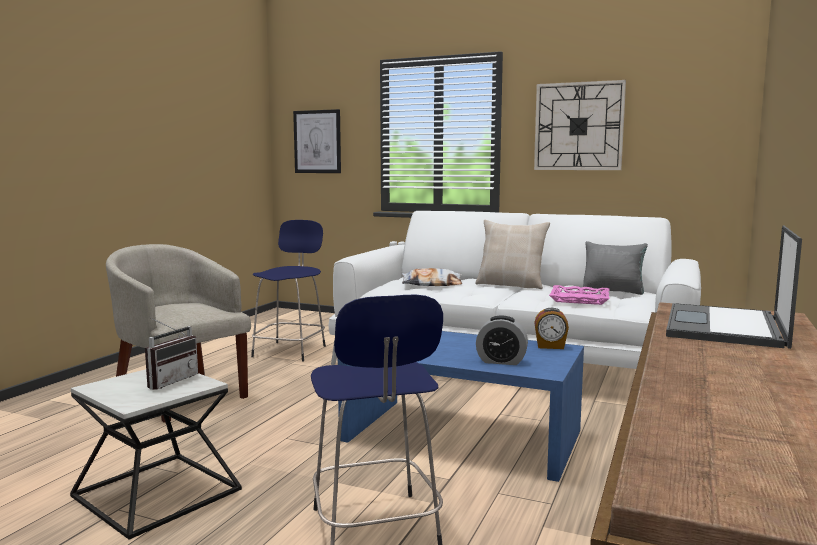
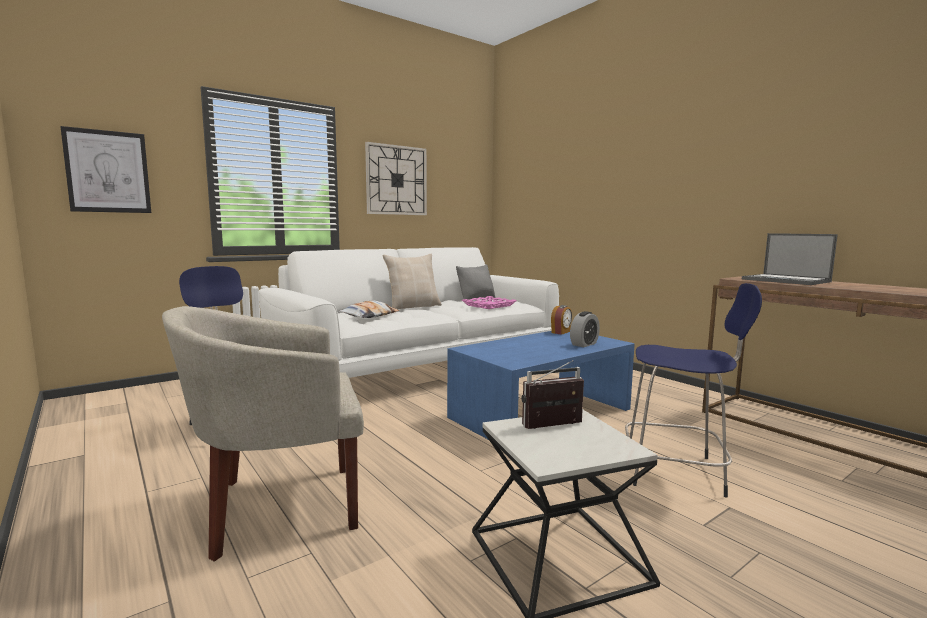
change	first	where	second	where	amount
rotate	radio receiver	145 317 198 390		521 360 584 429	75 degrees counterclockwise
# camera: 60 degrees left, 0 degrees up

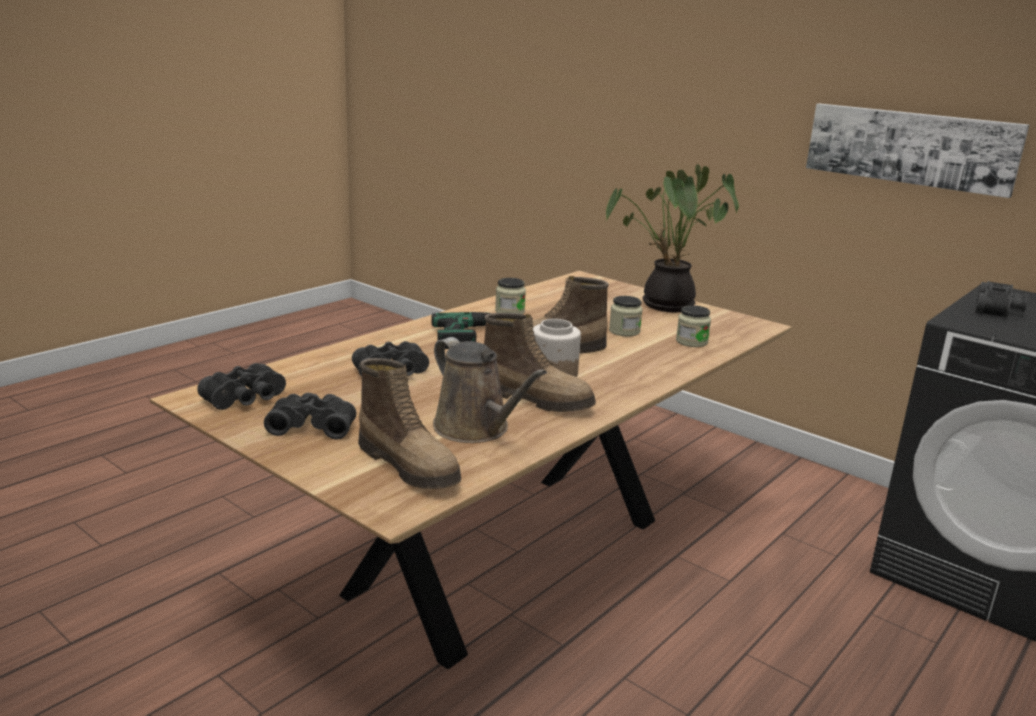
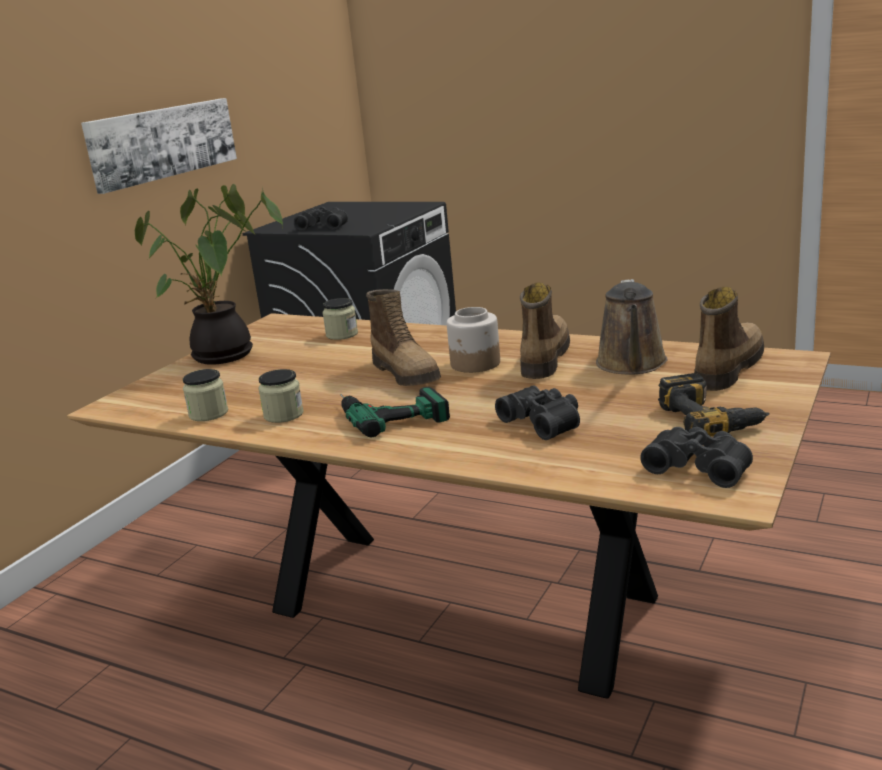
change	first	where	second	where	amount
move	jar	609 296 643 336		183 369 228 421	
rotate	brown-coloured sprinkling can	433 337 547 443		596 279 668 374	150 degrees clockwise
replace	black pair of binoculars	264 393 356 439	drill	658 373 770 436	
# camera: 100 degrees left, 0 degrees up

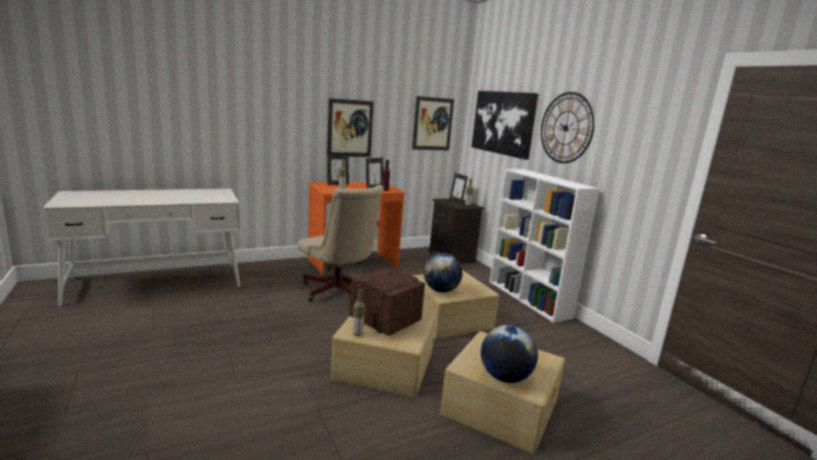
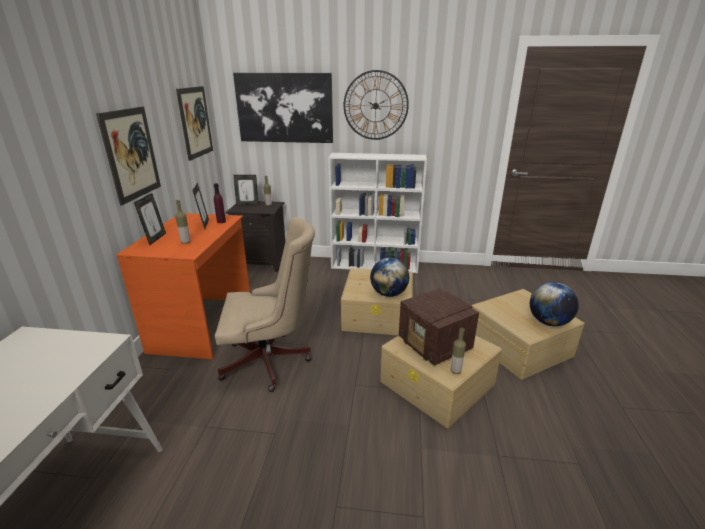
change	first	where	second	where	amount
rotate	radio receiver	350 268 425 336		399 288 479 365	105 degrees counterclockwise
# camera: 55 degrees left, 10 degrees up

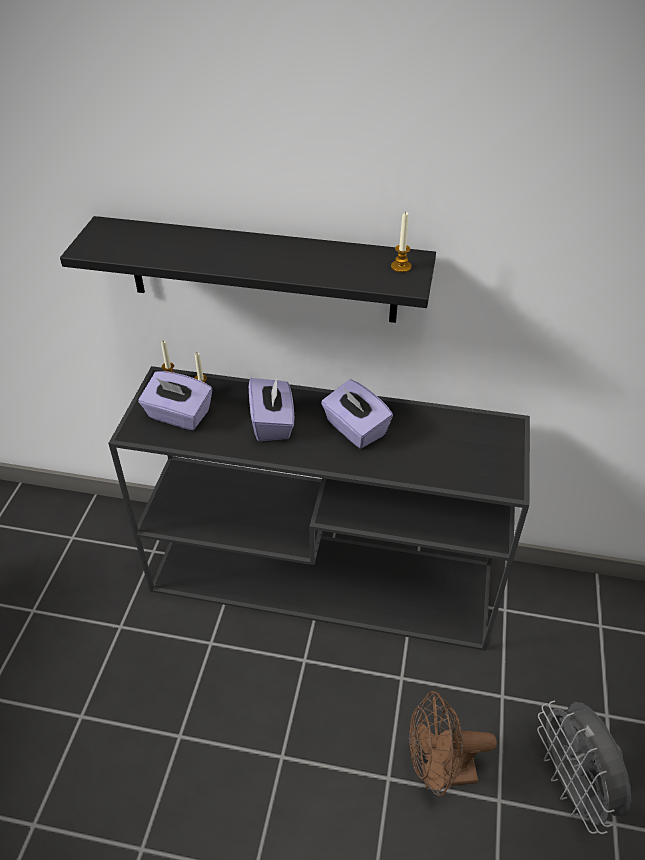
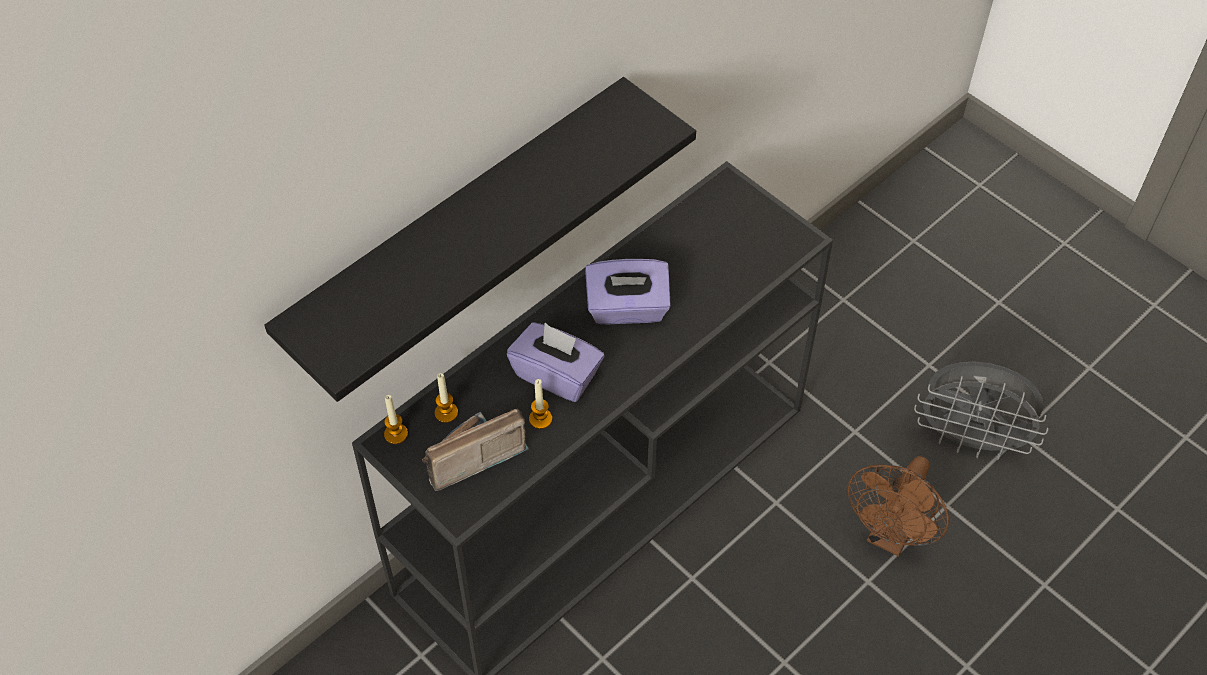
change	first	where	second	where	amount
replace	purplish tissue box	138 371 212 430	radio receiver	422 409 529 491	
move	wax candle	391 212 412 273		529 379 552 429	
# camera: 55 degrees left, 10 degrees up

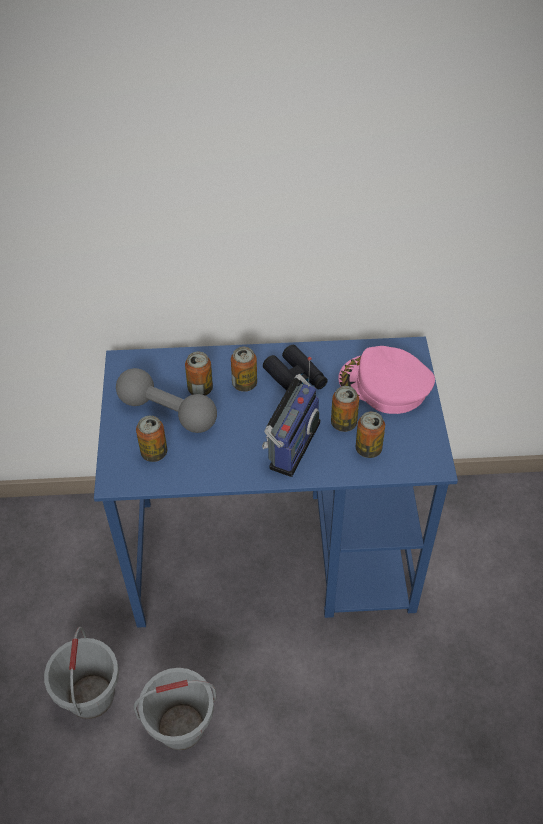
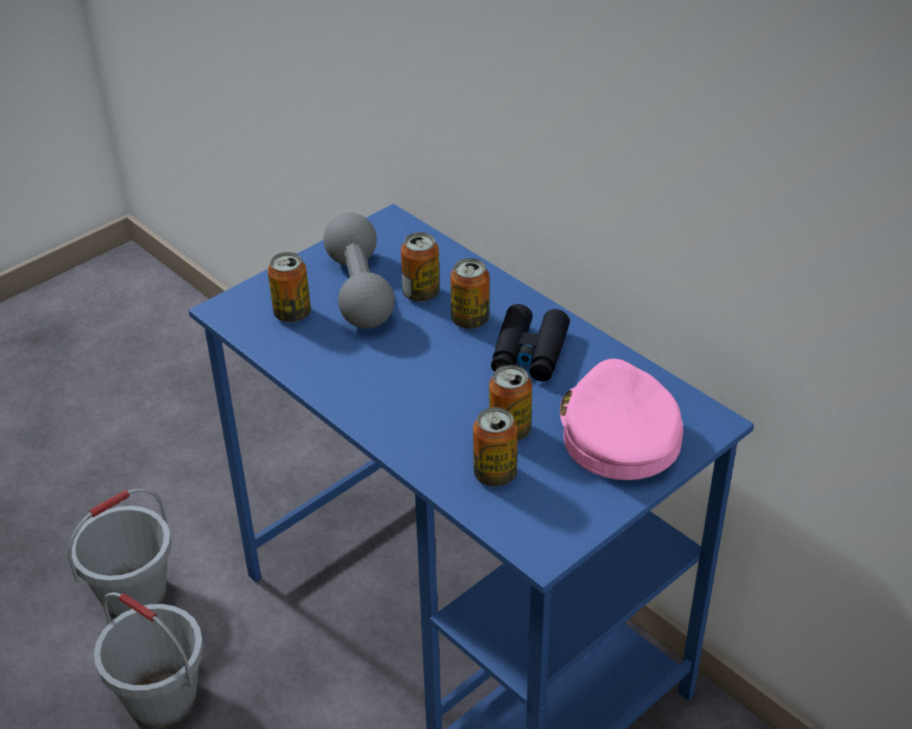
change	first	where	second	where	amount
delete	radio receiver	262 357 320 477			
# camera: 50 degrees right, 10 degrees down

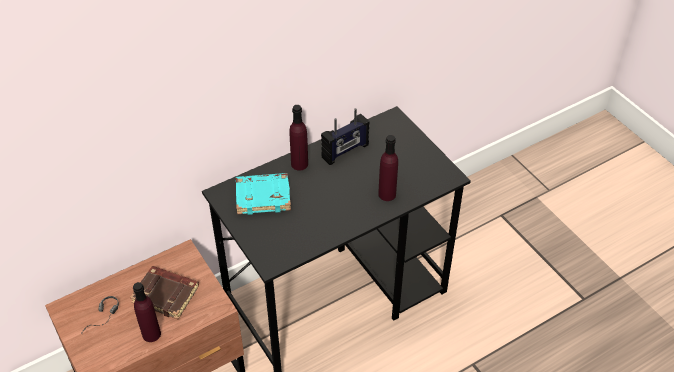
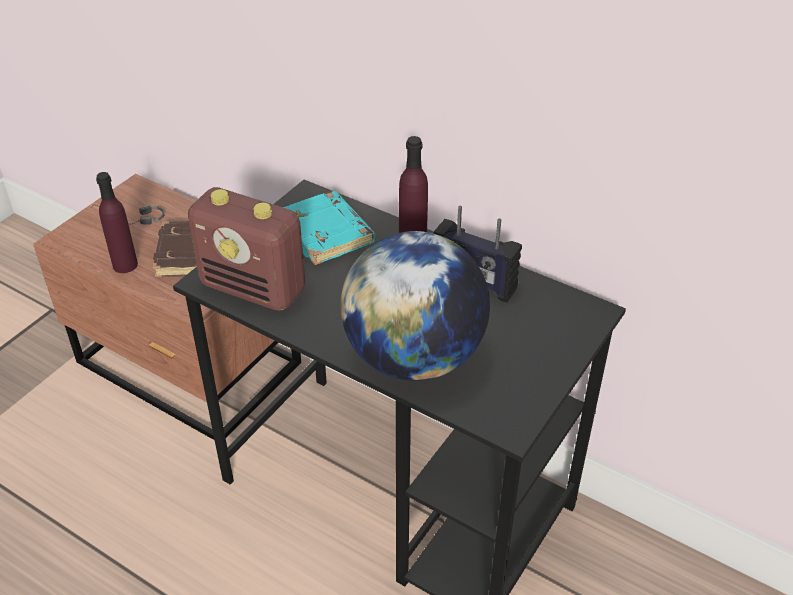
change	first	where	second	where	amount
insert			radio receiver	188 187 305 311	
replace	purplish beverage bottle	378 135 398 201	desk globe	340 231 490 381	
# camera: 65 degrees right, 5 degrees down

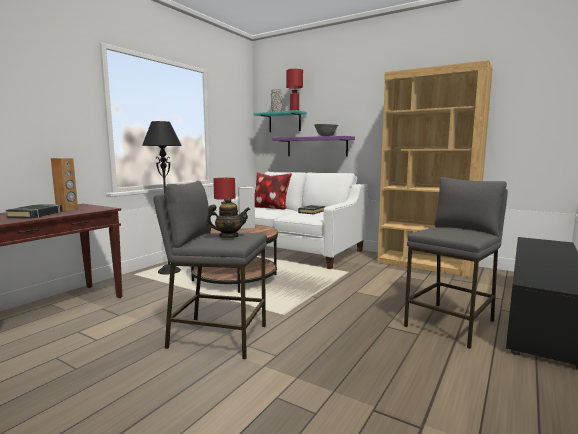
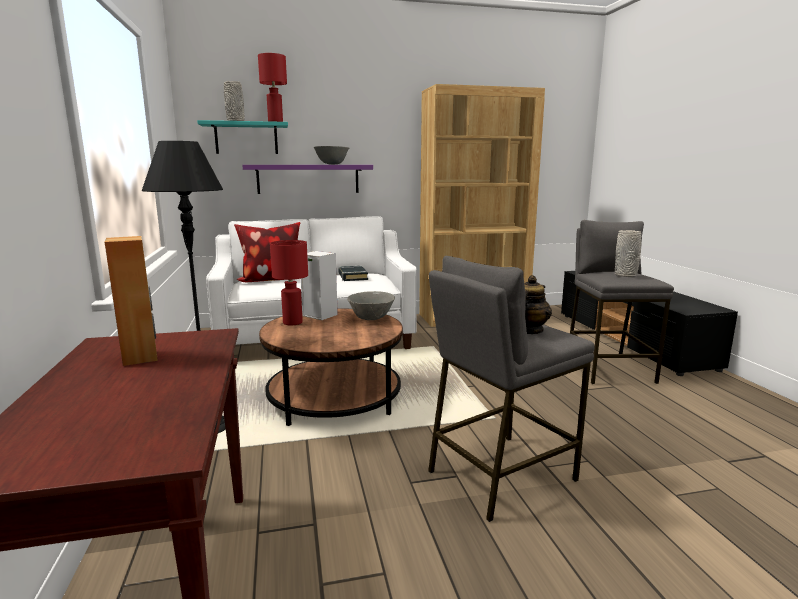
change	first	where	second	where	amount
insert			gray bowl	347 291 395 320	
insert			gray decorative vase	615 230 642 277	
delete	black volume	6 204 63 219			
# camera: 45 degrees left, 5 degrees up

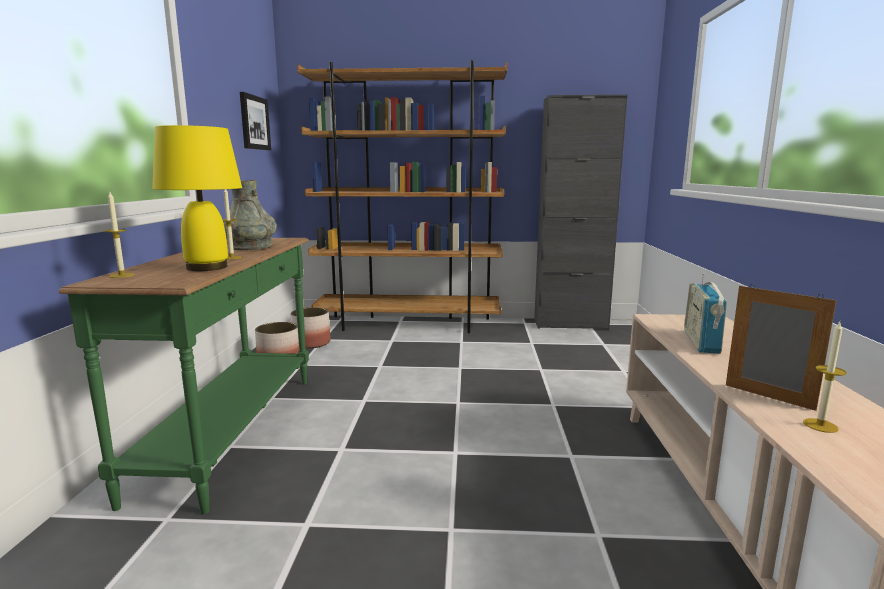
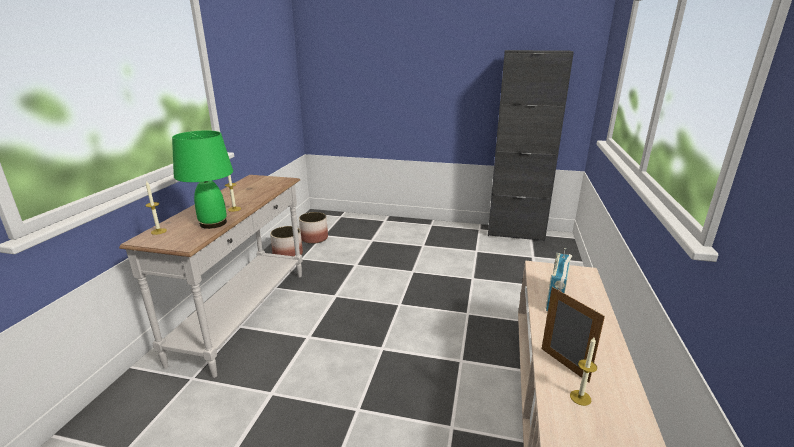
change	first	where	second	where	amount
recolor	green-coloured narrow table	59 238 309 514	white-coloured narrow table	119 175 303 378	
recolor	yellow-coloured lamp for a table	152 125 242 271	green-coloured lamp for a table	172 130 233 229	
delete	gray decorative vase	223 180 277 250			
delete	picture	240 92 271 150			
delete	brown-coloured bookshelf	297 60 508 333			
# camera: 10 degrees right, 10 degrees up

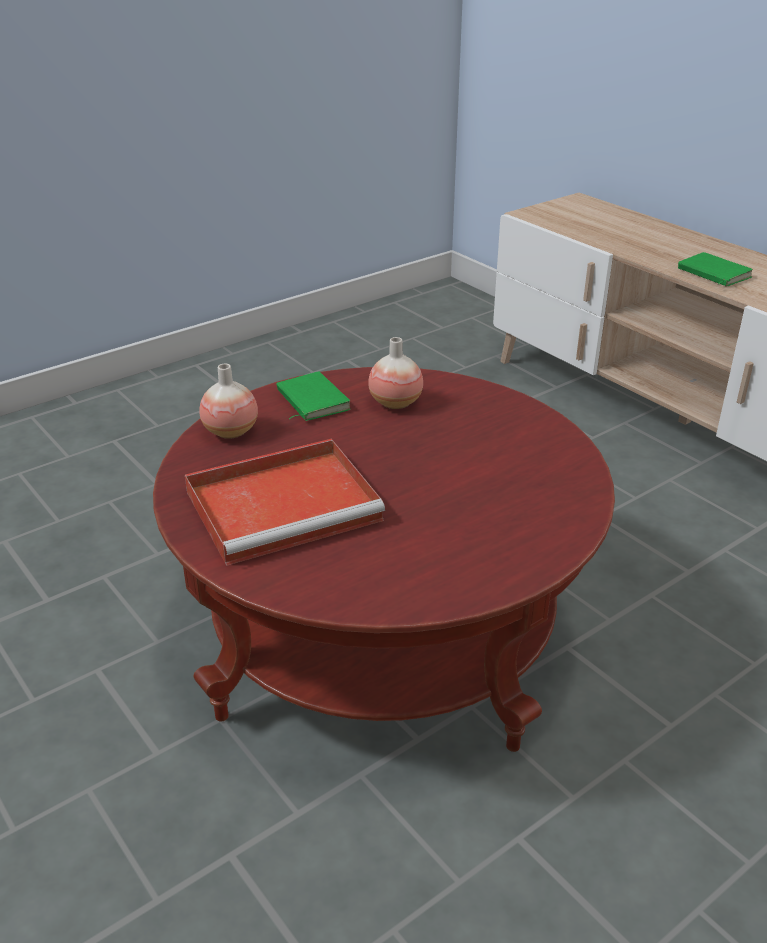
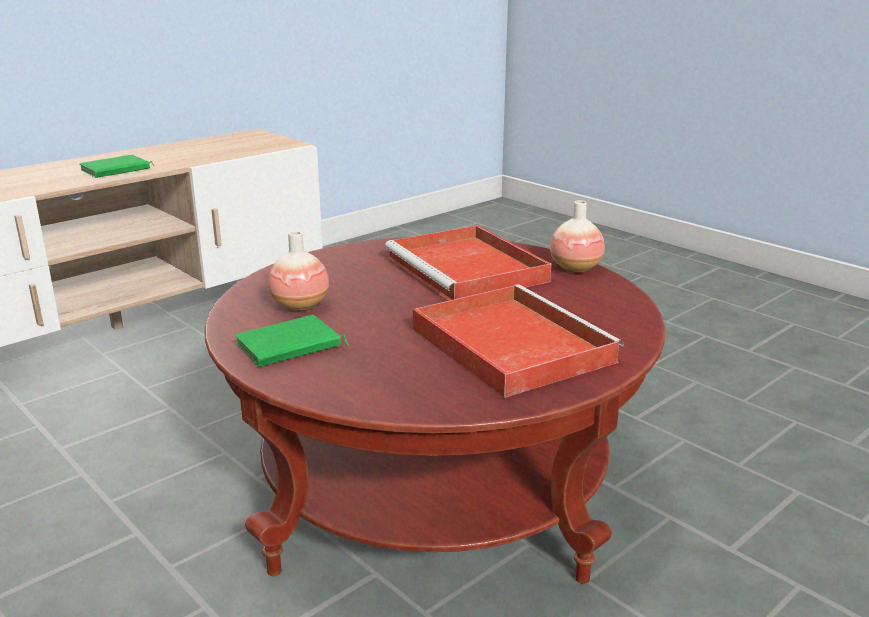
change	first	where	second	where	amount
insert			reddish serving tray	385 225 551 301	
move	decorative vase	199 364 258 439		550 200 605 273	
# camera: 95 degrees left, 10 degrees down

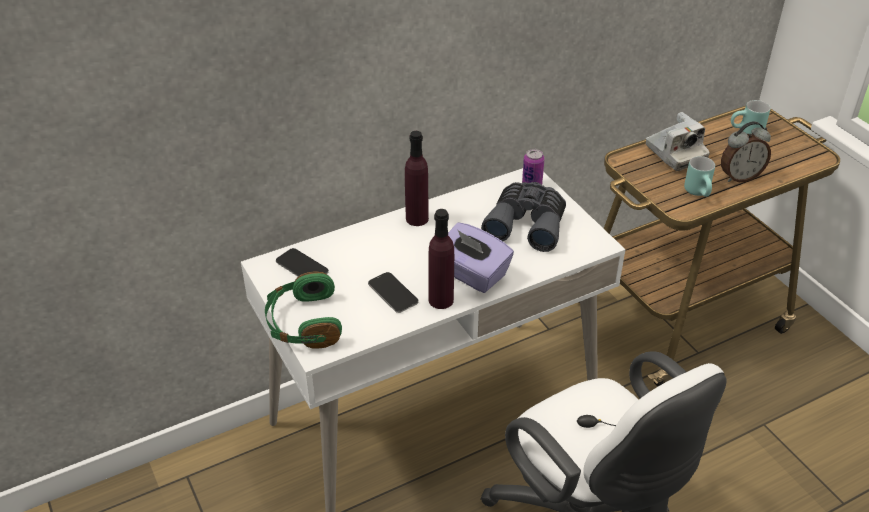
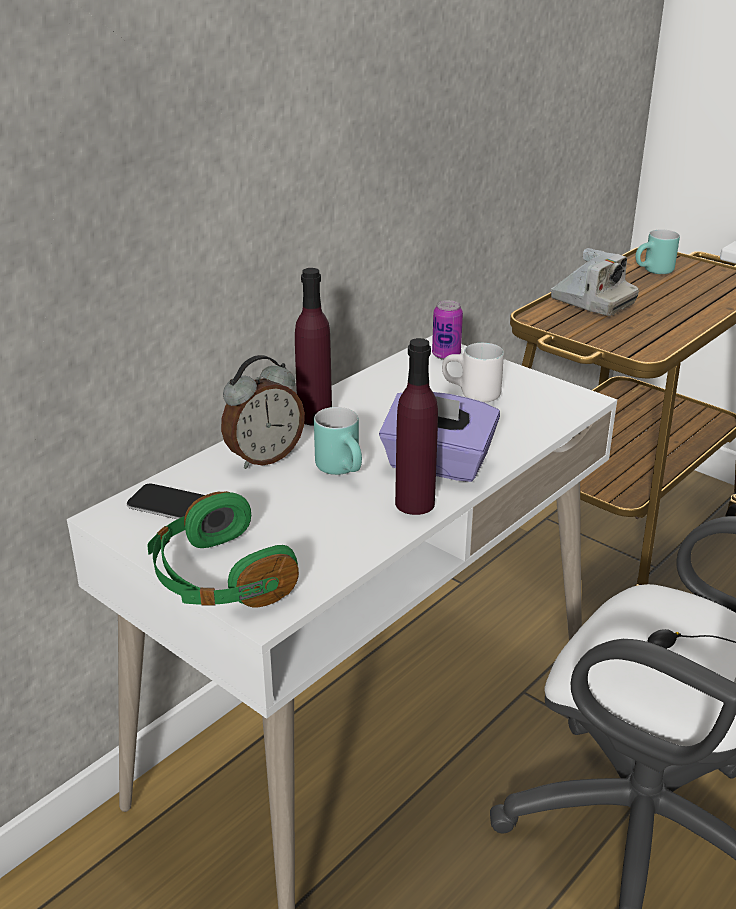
change	first	where	second	where	amount
move	alarm clock	721 122 771 182		221 355 305 469	
move	blue-green coffee mug	684 156 715 197		314 407 362 475	
replace	gray pair of binoculars	481 182 566 252	white-coloured coffee mug	442 343 504 402	
delete	telephone	368 272 419 313			
# camera: 20 degrees left, 10 degrees down

